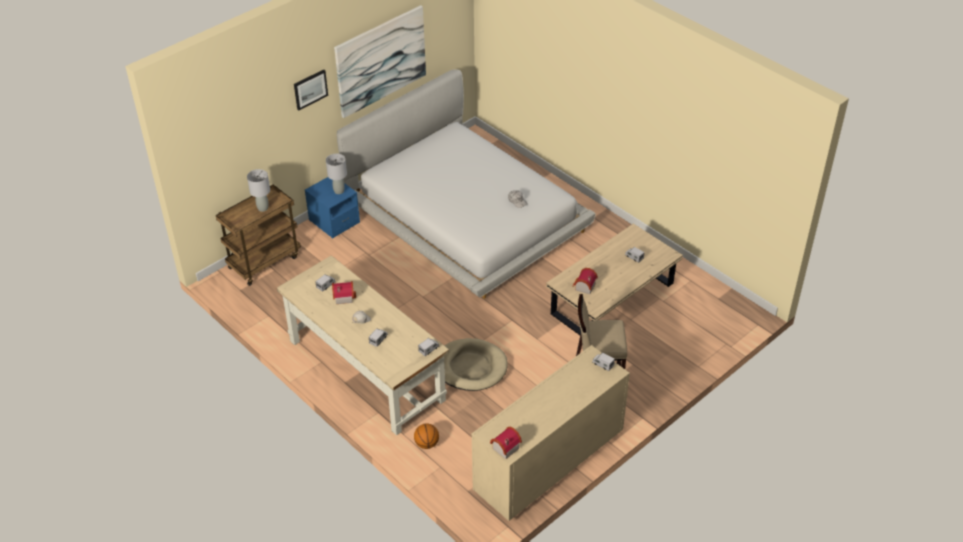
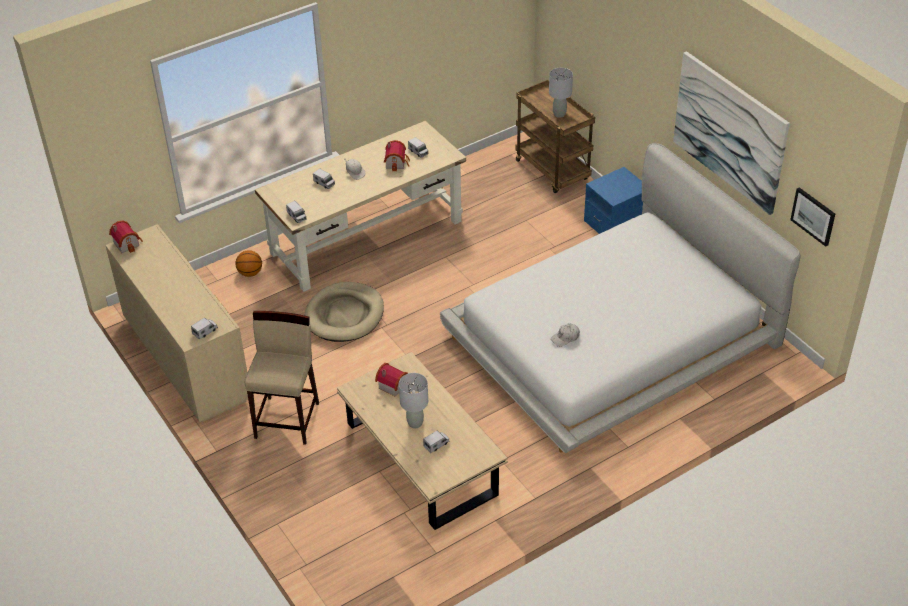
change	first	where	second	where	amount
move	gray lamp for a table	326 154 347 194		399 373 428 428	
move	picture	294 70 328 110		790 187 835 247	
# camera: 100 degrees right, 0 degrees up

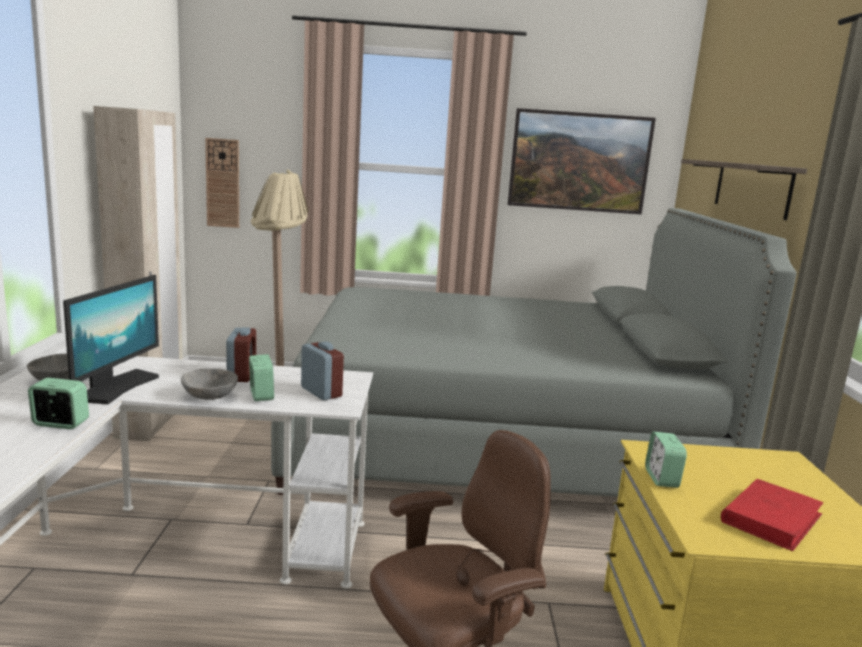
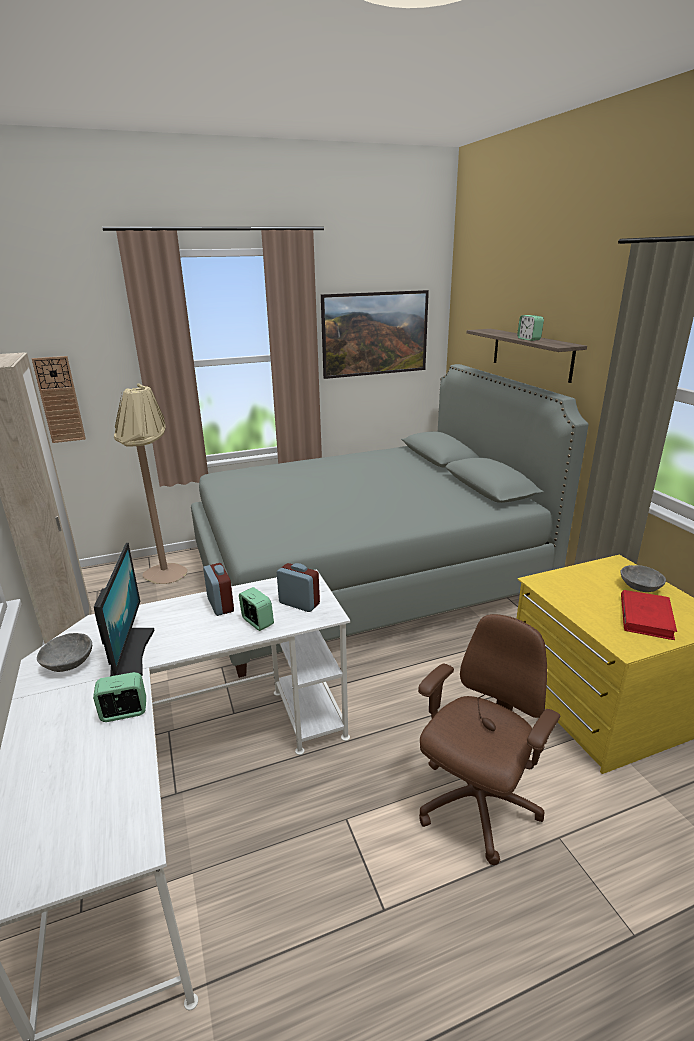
change	first	where	second	where	amount
move	alarm clock	645 432 687 488		517 315 544 341	
move	gray bowl	181 368 238 400		620 565 666 592	
# camera: 20 degrees left, 10 degrees up

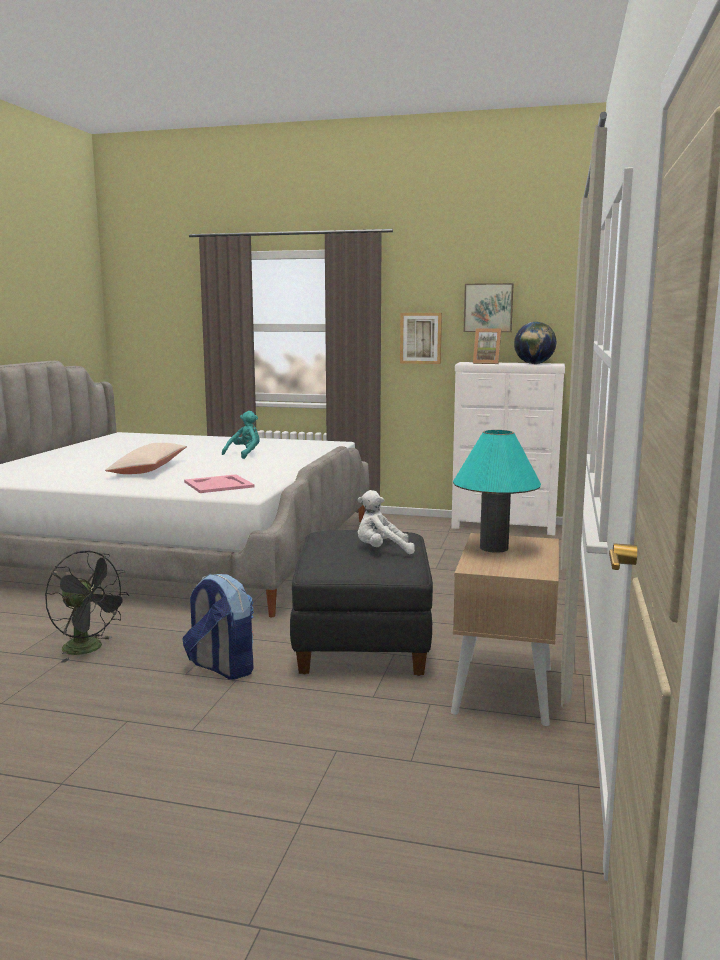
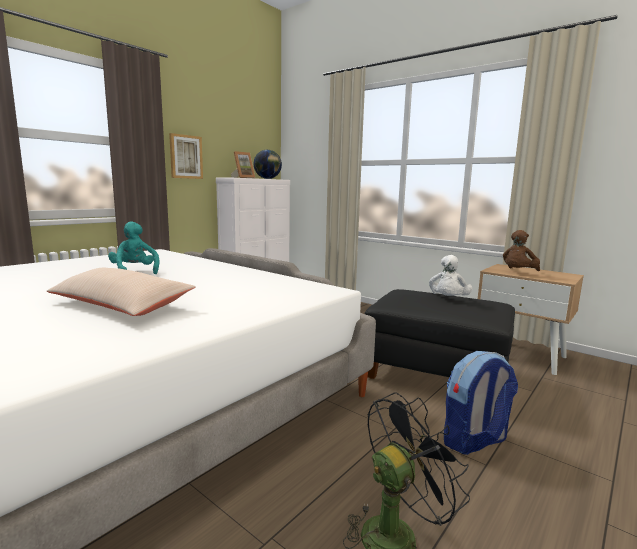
change	first	where	second	where	amount
replace	blue-green lamp for a table	453 430 541 553	brown-coloured cuddly toy	503 230 540 271	
delete	pink-coloured serving tray	184 474 255 493			
delete	picture	463 283 514 332			
# camera: 65 degrees left, 0 degrees up

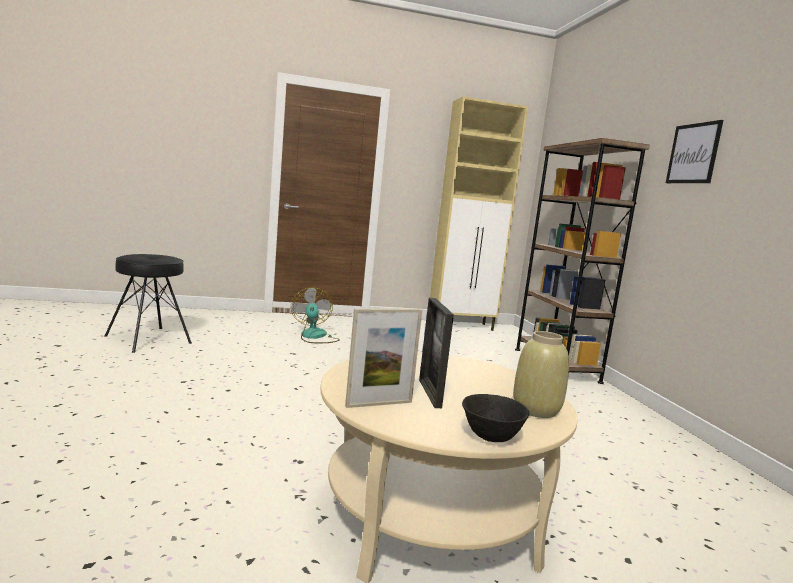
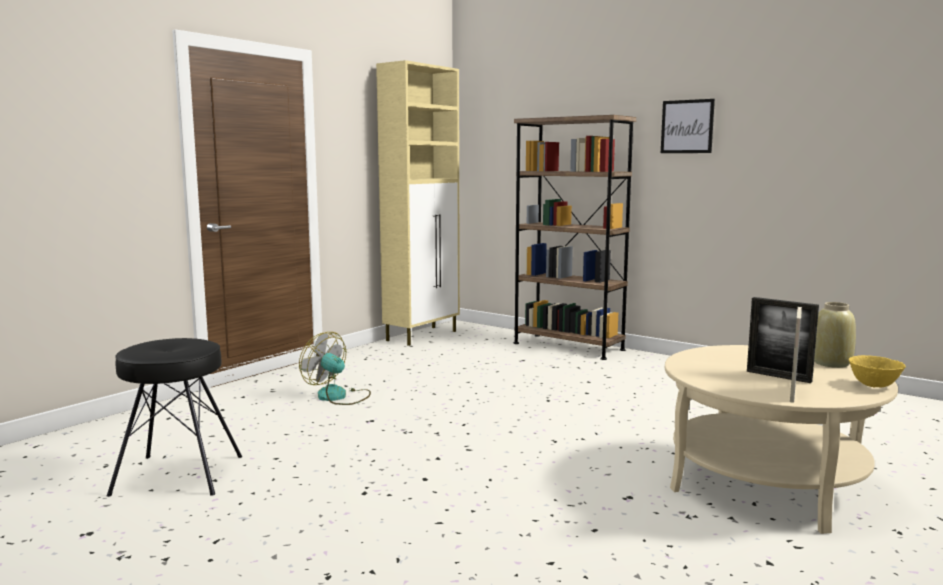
change	first	where	second	where	amount
recolor	black bowl	462 394 529 442	yellow-coloured bowl	849 355 906 388	
# camera: 40 degrees left, 0 degrees up

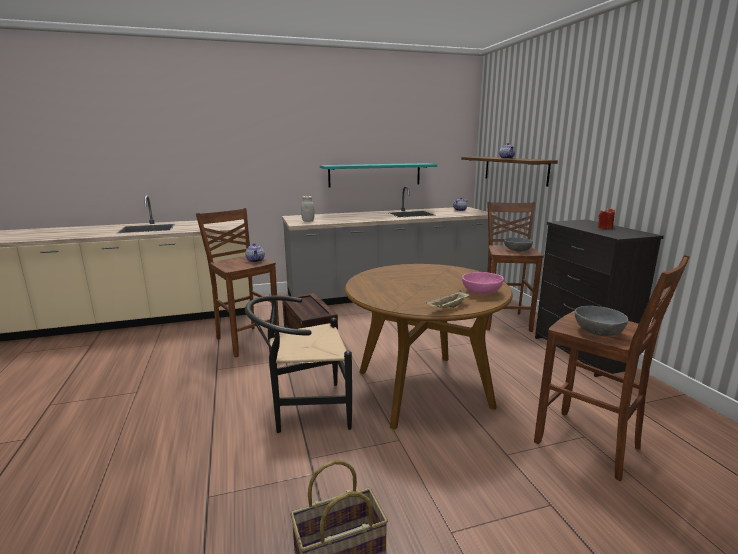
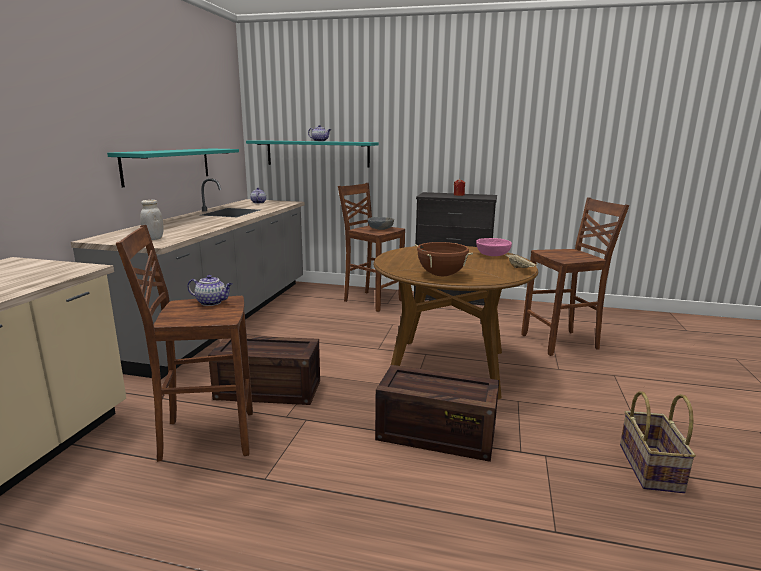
change	first	where	second	where	amount
recolor	brown-coloured wall shelf	461 157 558 187	blue-green wall shelf	246 140 379 168	
replace	black plain chair	245 296 352 433	shipping crate	375 365 499 462	
insert			brown-coloured stockpot	415 242 473 276	
delete	gray bowl	575 306 628 336			
# camera: 60 degrees left, 0 degrees up

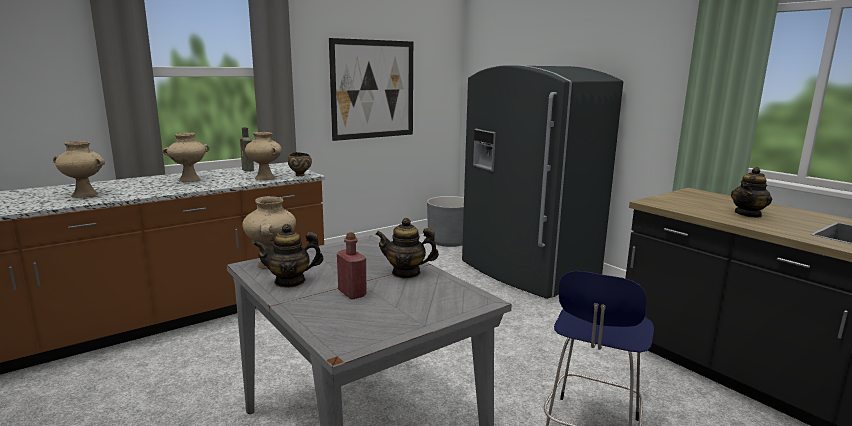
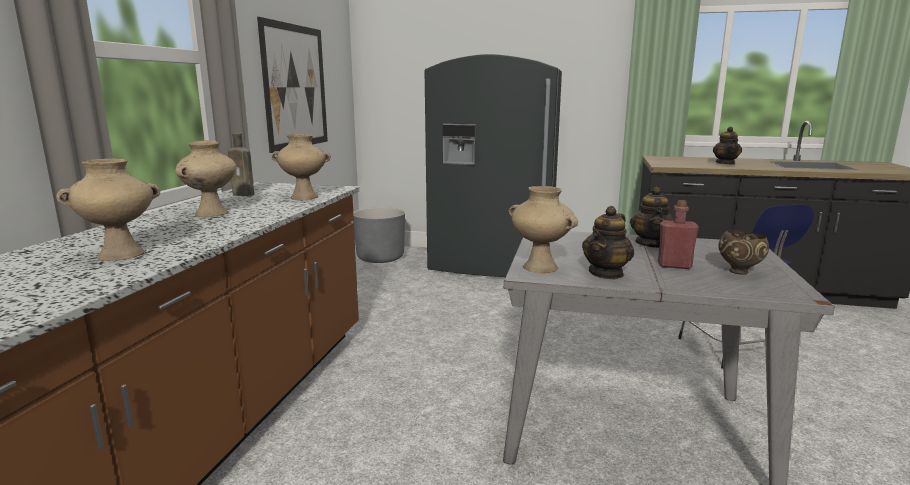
change	first	where	second	where	amount
rotate	pot for tea	375 218 439 279		630 187 674 248	45 degrees counterclockwise
move	brown-coloured bowl	288 152 312 176		718 230 769 275	
# camera: 40 degrees left, 0 degrees up

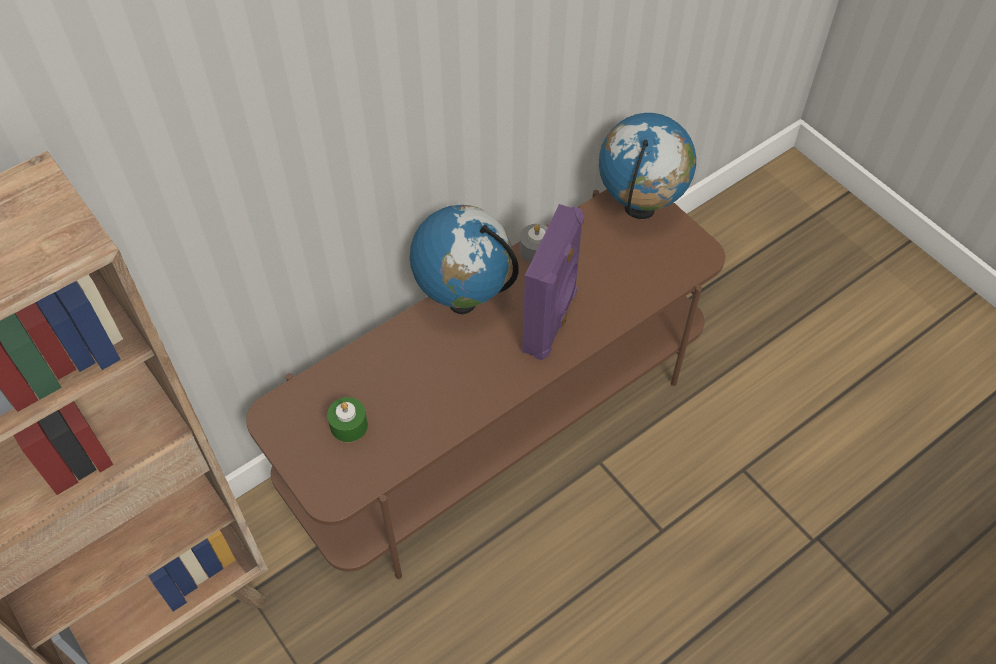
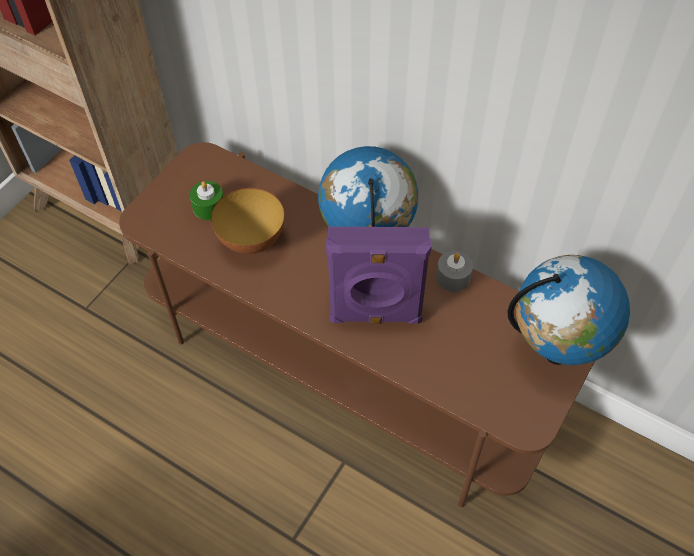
change	first	where	second	where	amount
insert			bowl	211 188 285 254	
# camera: 70 degrees right, 0 degrees up

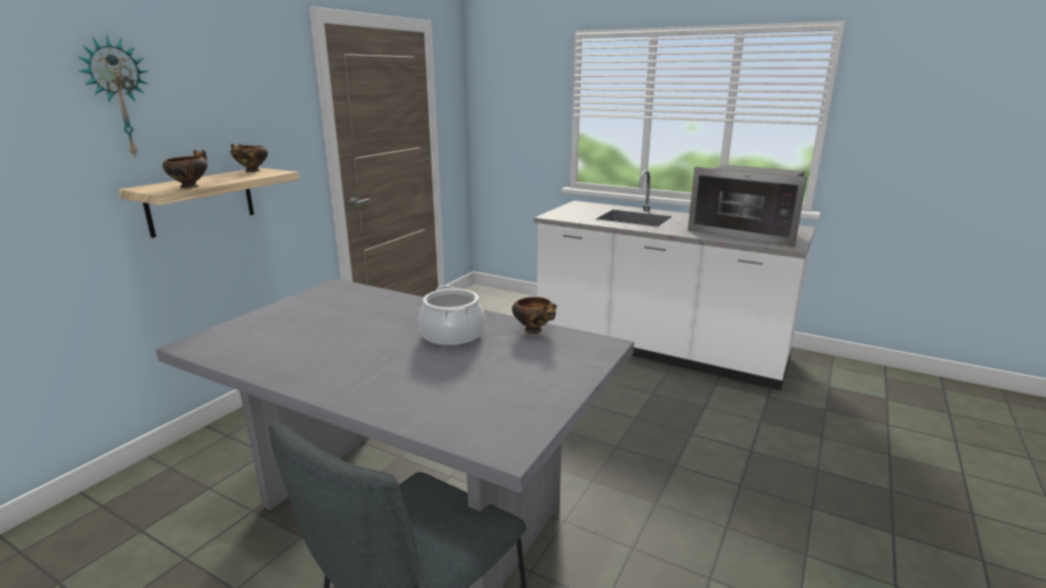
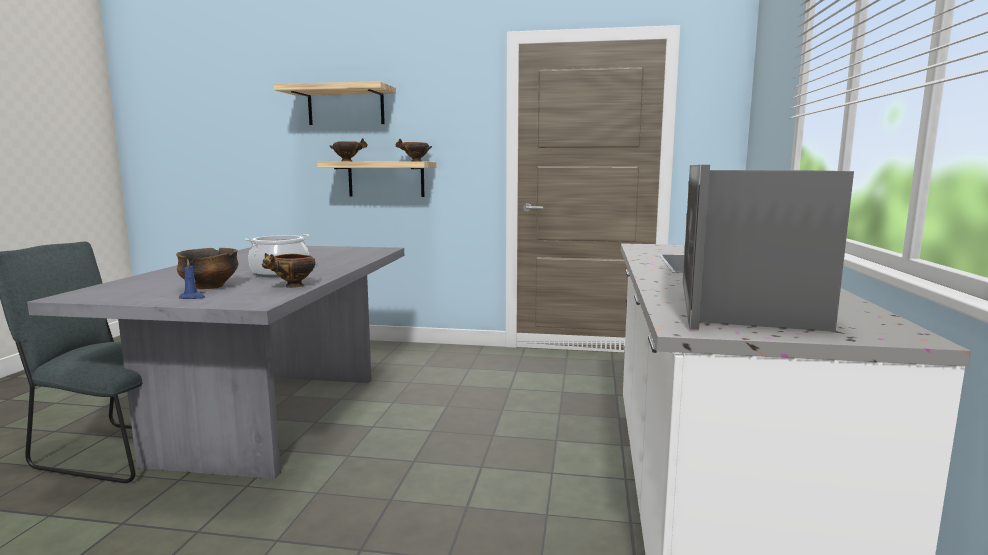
change	first	where	second	where	amount
insert			bowl	176 248 239 289	
insert			blue-coloured wax candle	179 259 205 299	
replace	clock on the wall	78 35 149 158	wall shelf	273 81 396 125	
# camera: 70 degrees right, 10 degrees down

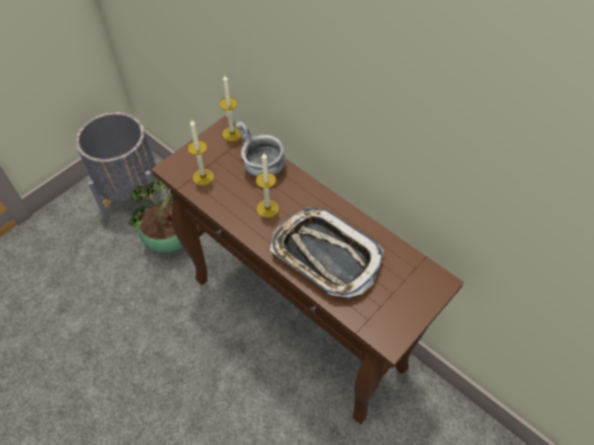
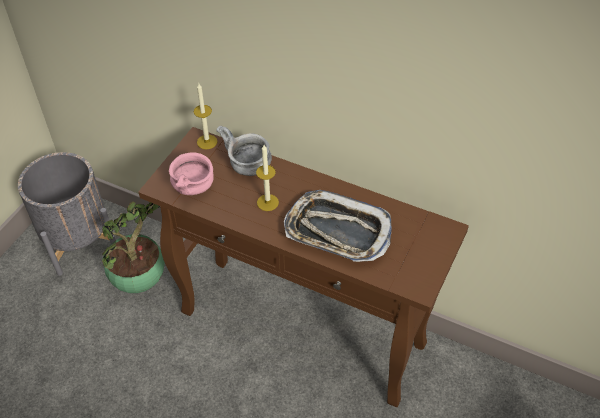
change	first	where	second	where	amount
replace	wax candle	188 119 214 186	pink-coloured bowl	169 152 214 195	
# camera: 15 degrees left, 5 degrees down

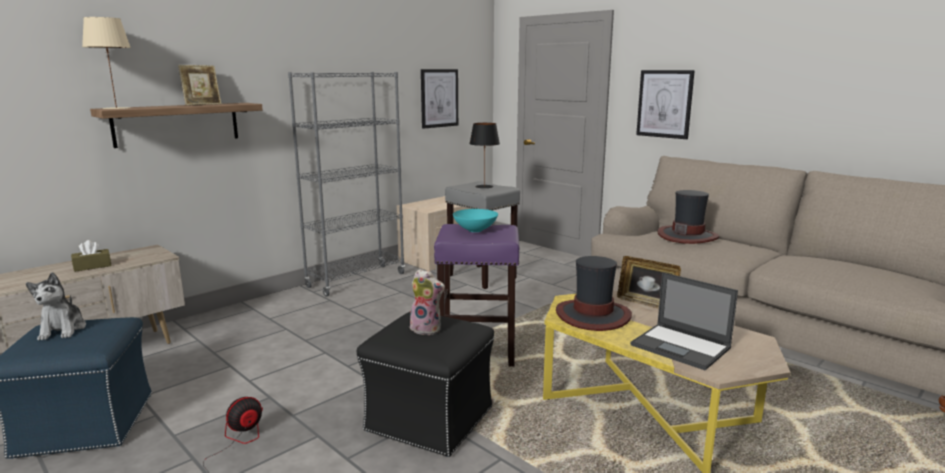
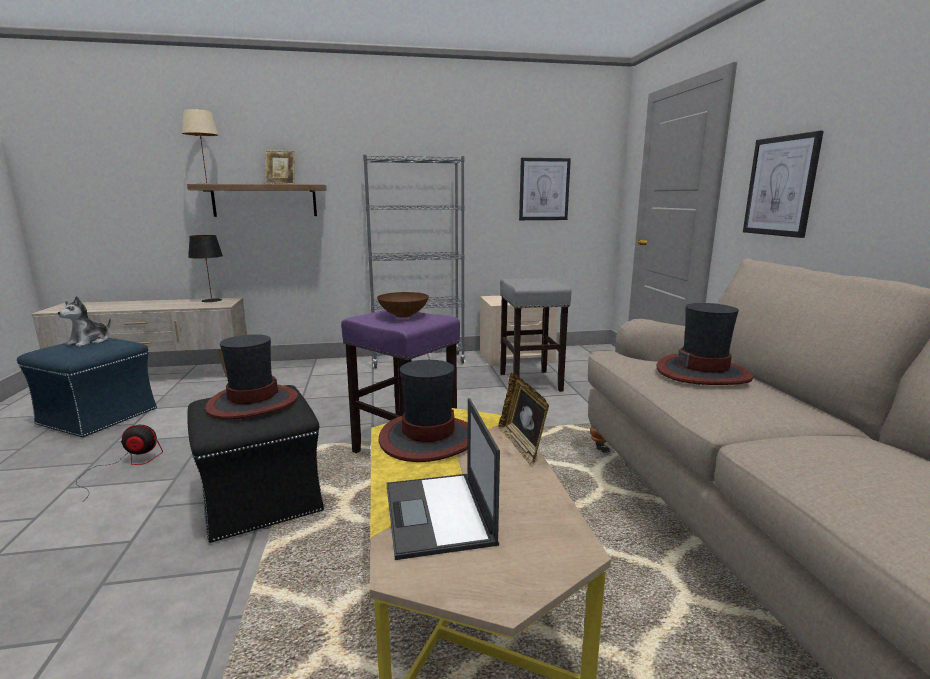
change	first	where	second	where	amount
move	black lamp for a table	469 123 500 188		188 235 223 302	
replace	cuddly toy	410 269 445 335	hat	205 334 298 420	
recolor	blue-green bowl	453 209 498 232	brown-coloured bowl	377 292 429 318	
delete	brown-coloured tissue box	71 240 111 272			
# camera: 35 degrees right, 0 degrees up

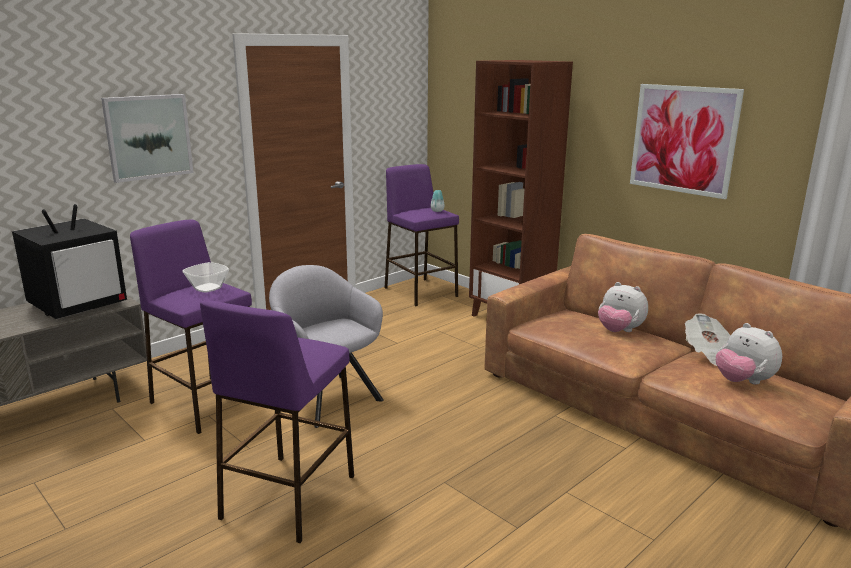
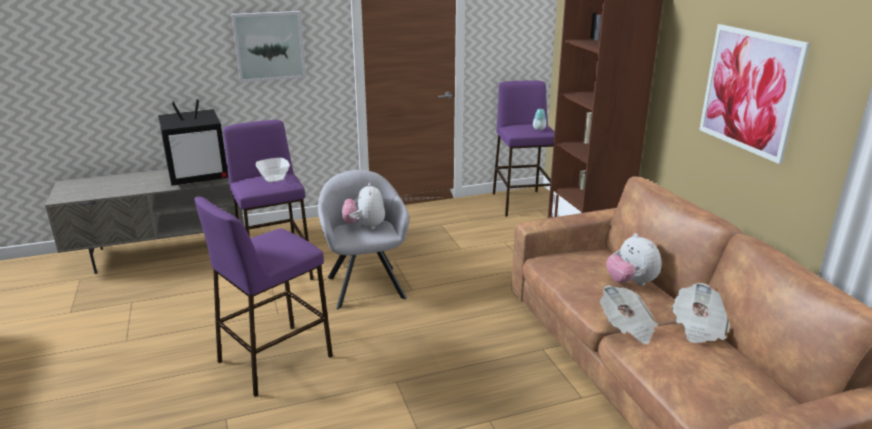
change	first	where	second	where	amount
move	cuddly toy	716 323 782 385		342 183 385 230	
insert			printed paper	600 285 658 344	
# camera: 25 degrees right, 5 degrees up

